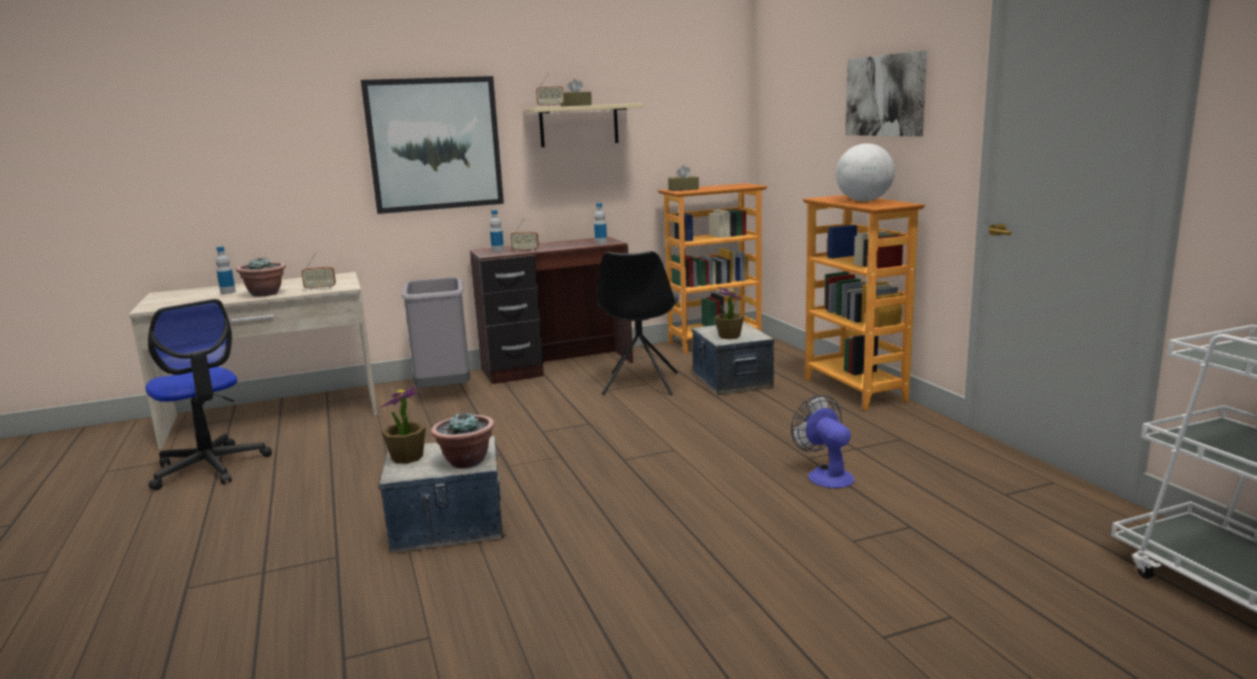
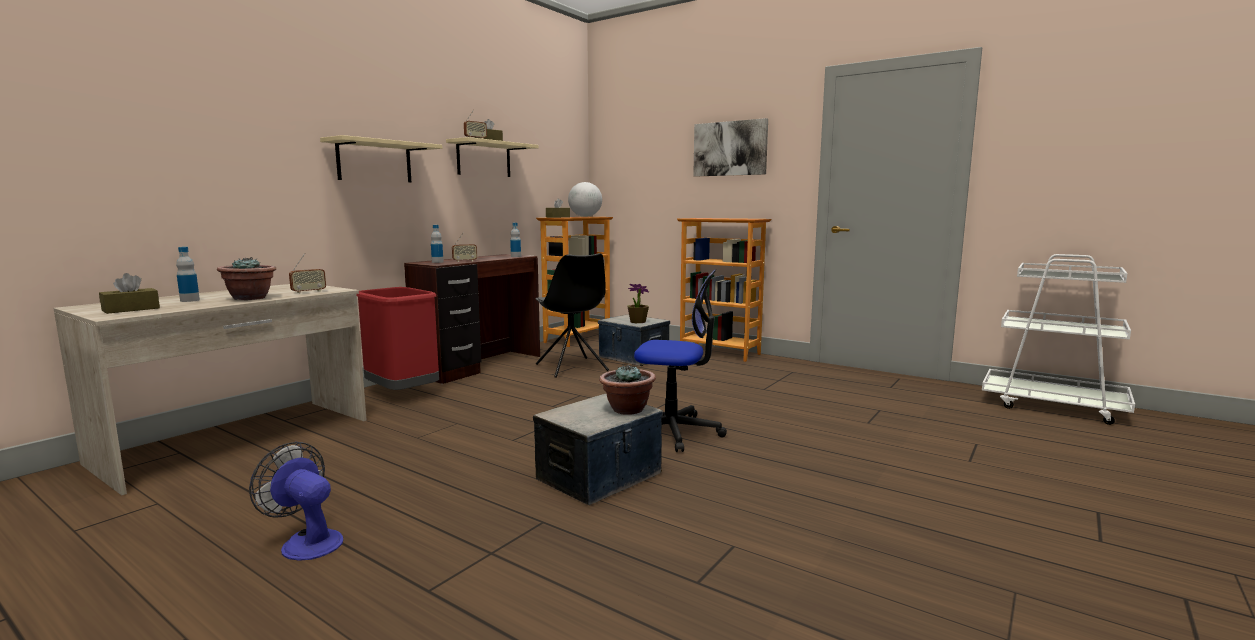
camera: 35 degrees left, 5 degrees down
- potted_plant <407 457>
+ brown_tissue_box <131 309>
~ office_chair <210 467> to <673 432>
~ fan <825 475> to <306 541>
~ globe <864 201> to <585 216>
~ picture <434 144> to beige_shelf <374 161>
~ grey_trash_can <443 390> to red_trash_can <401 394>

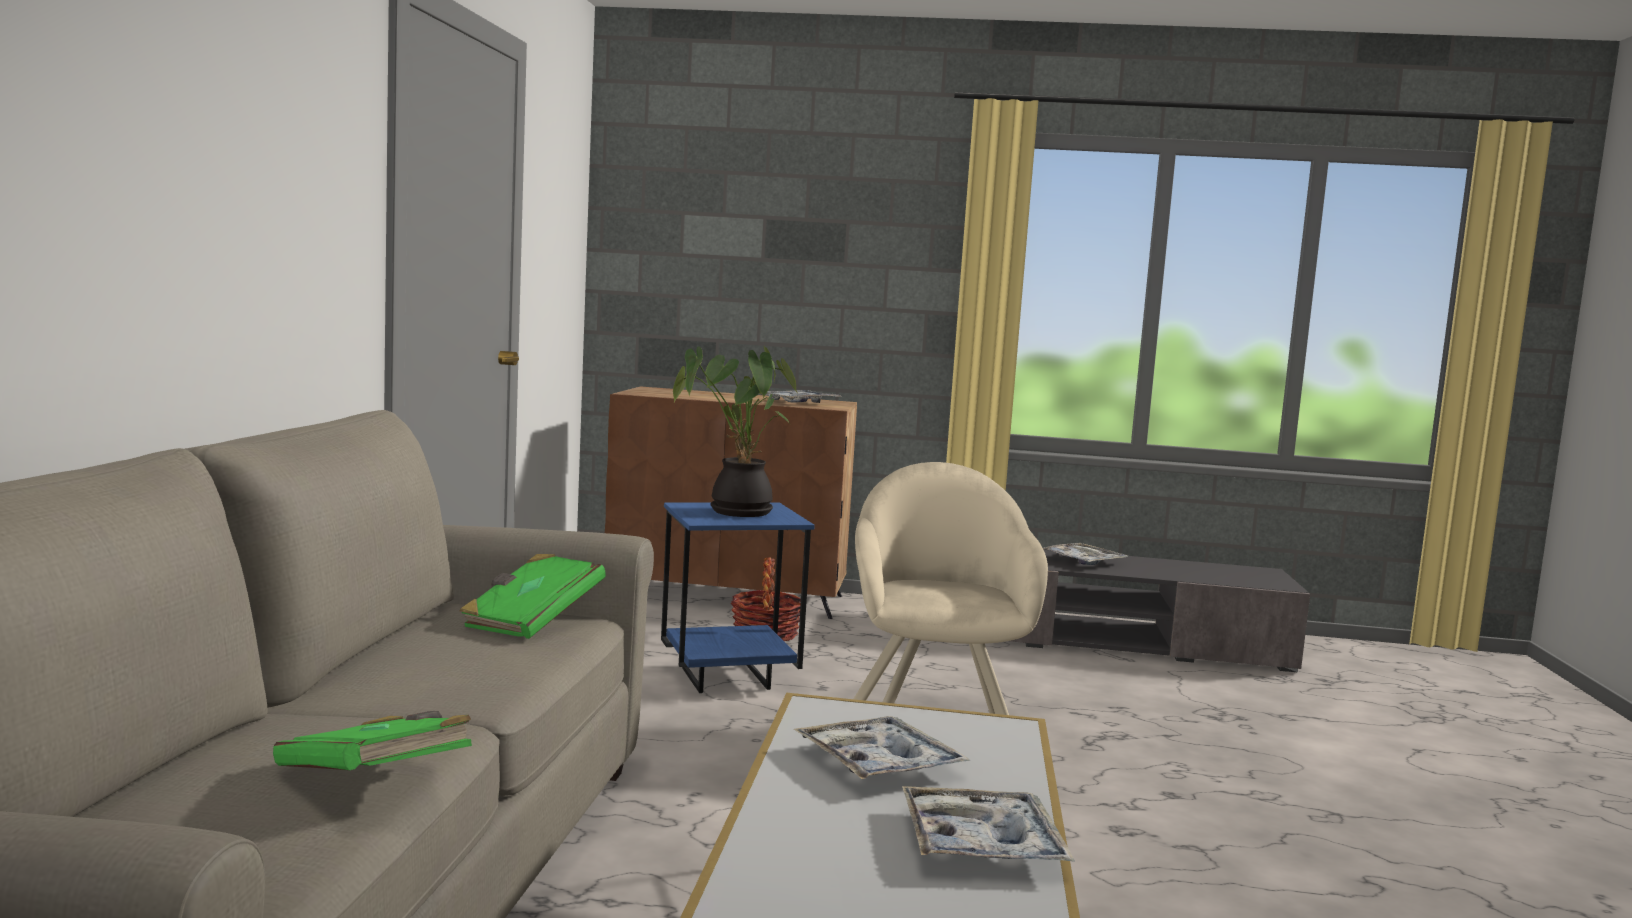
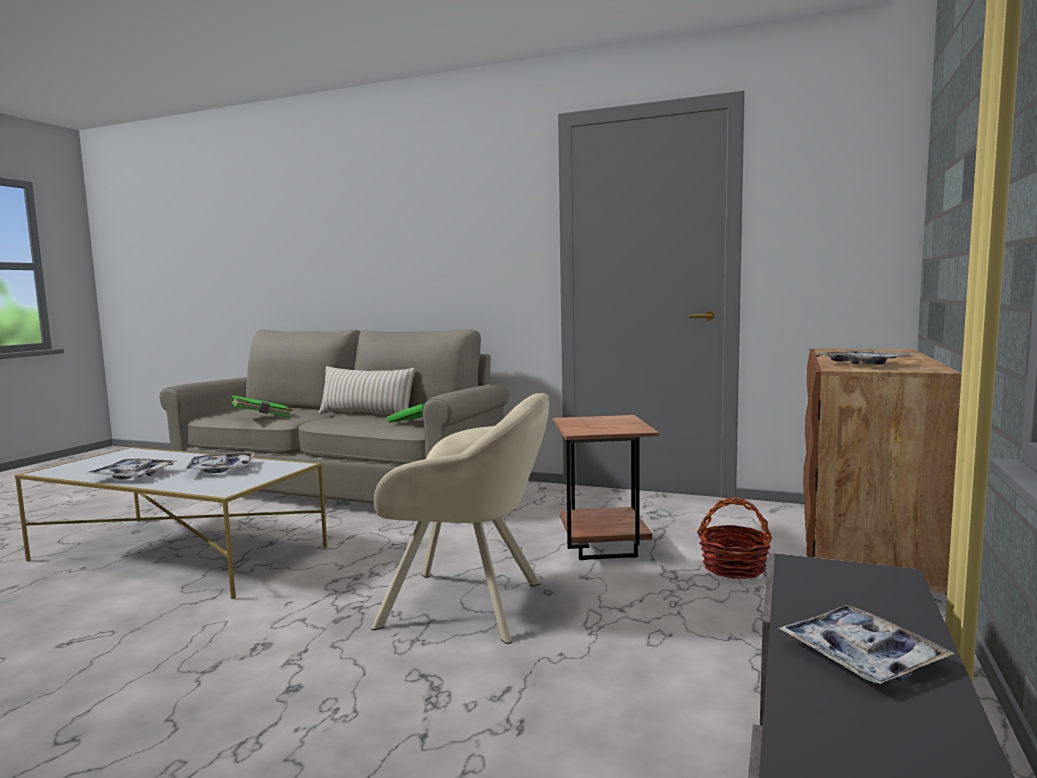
camera: 105 degrees right, 0 degrees up
- potted_plant <735 511>
+ beige_pillow <366 414>
~ blue_side_table <727 679> to brown_side_table <601 549>

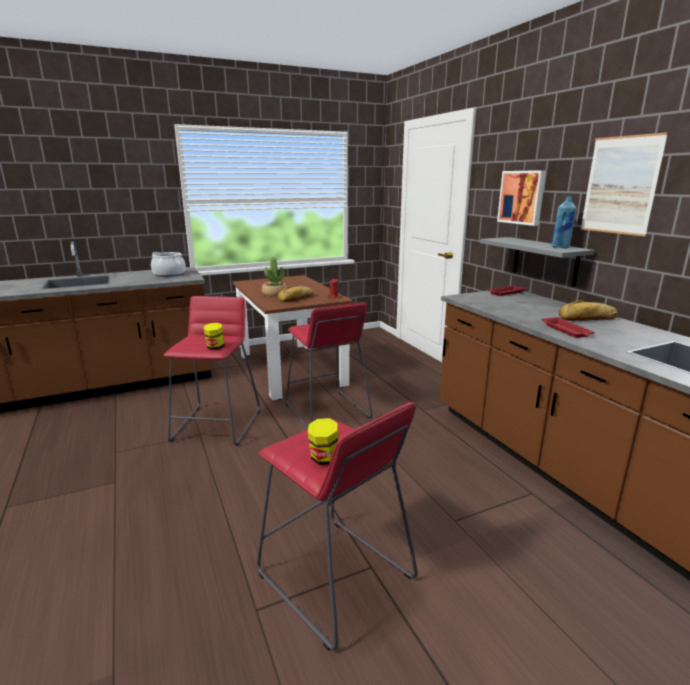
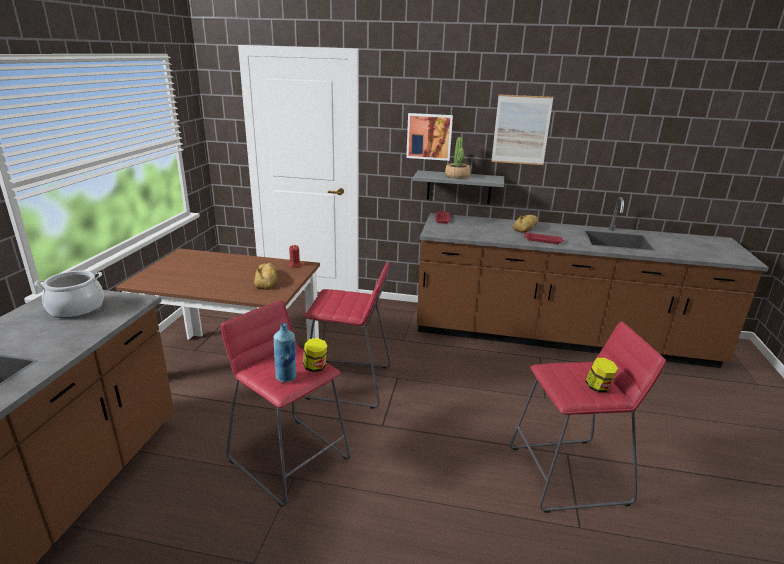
camera: 55 degrees left, 5 degrees up
~ potted_plant <274 294> to <457 176>
~ blue_bottle <560 247> to <286 377>

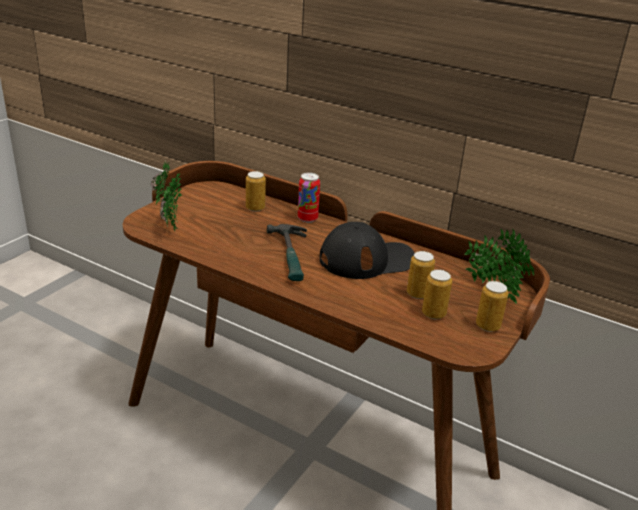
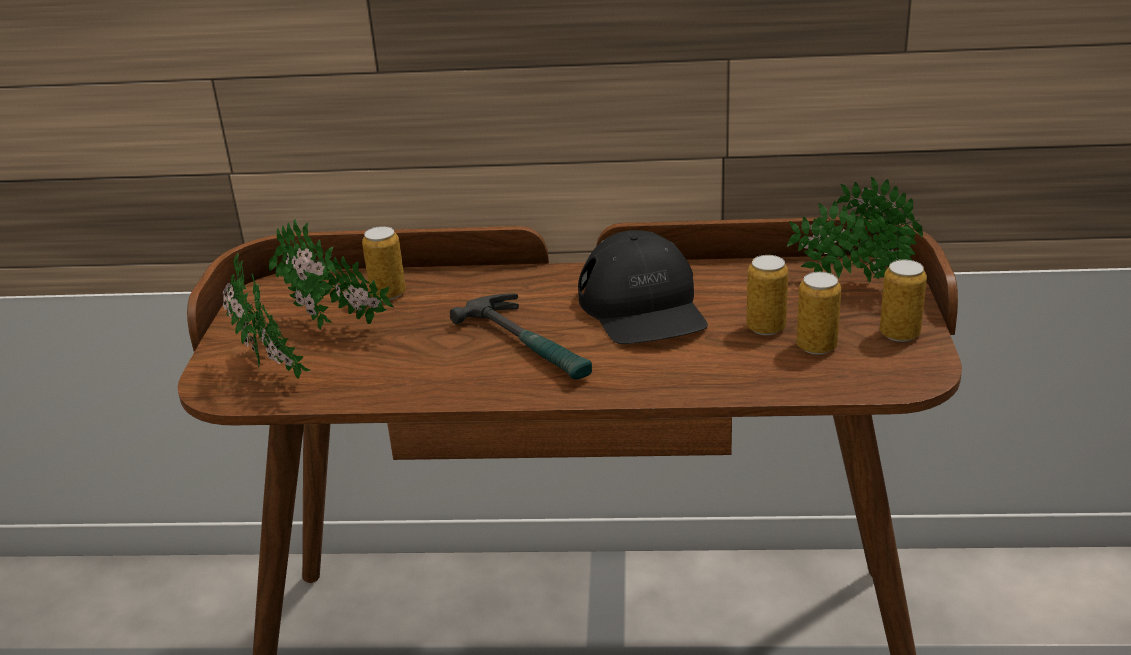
camera: 25 degrees left, 0 degrees up
- can <307 219>
+ potted_plant <337 329>
~ black_cap <366 259> = <643 307> 120 degrees clockwise

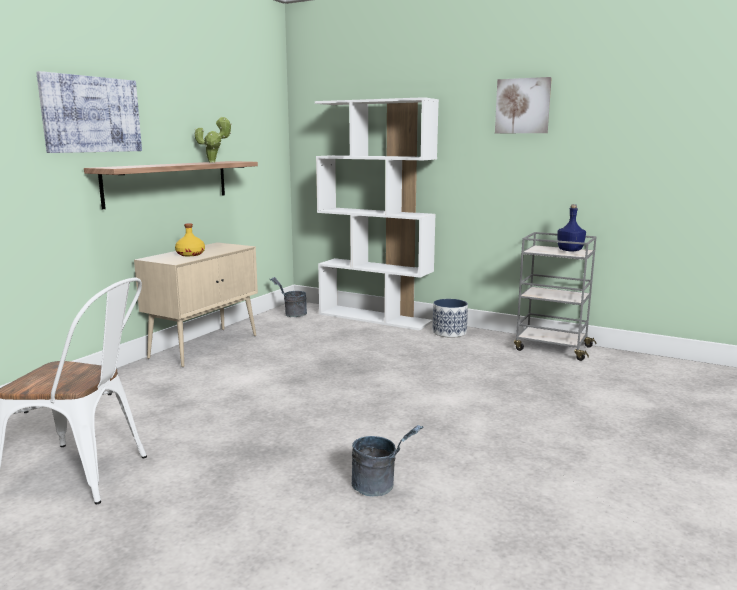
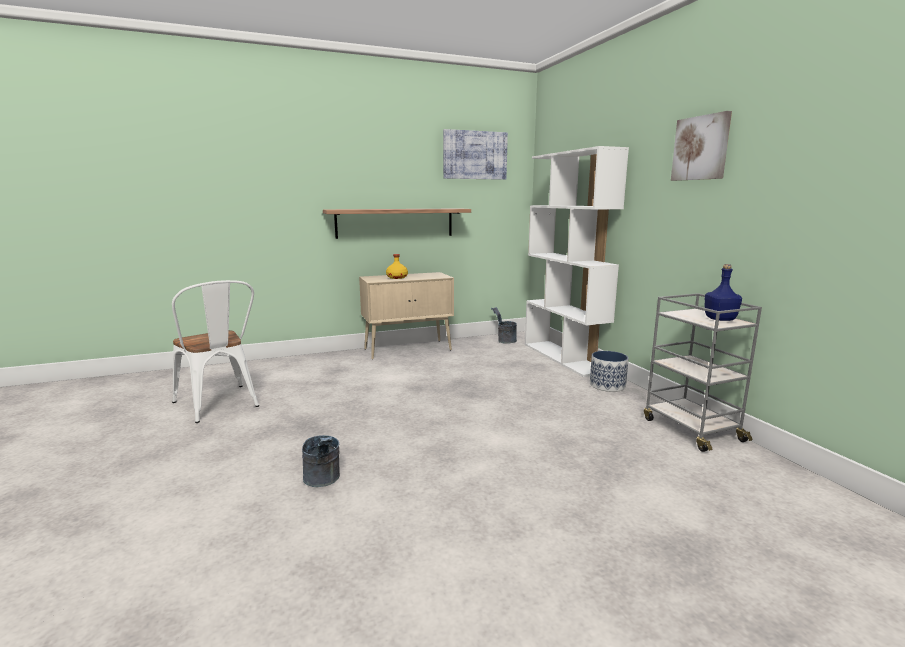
camera: 40 degrees right, 0 degrees up
- potted_plant <214 162>
~ picture <91 114> to <475 155>

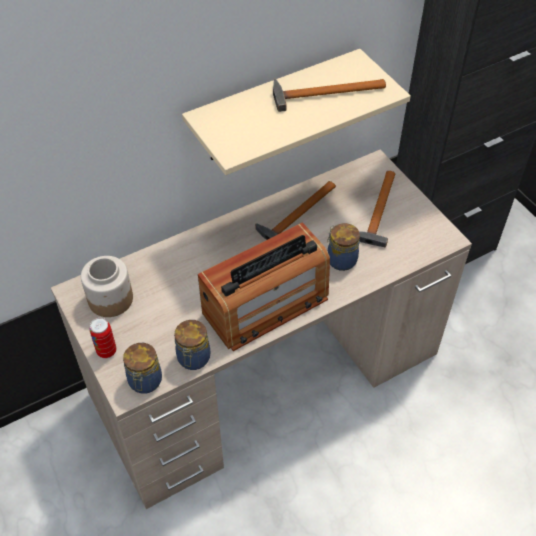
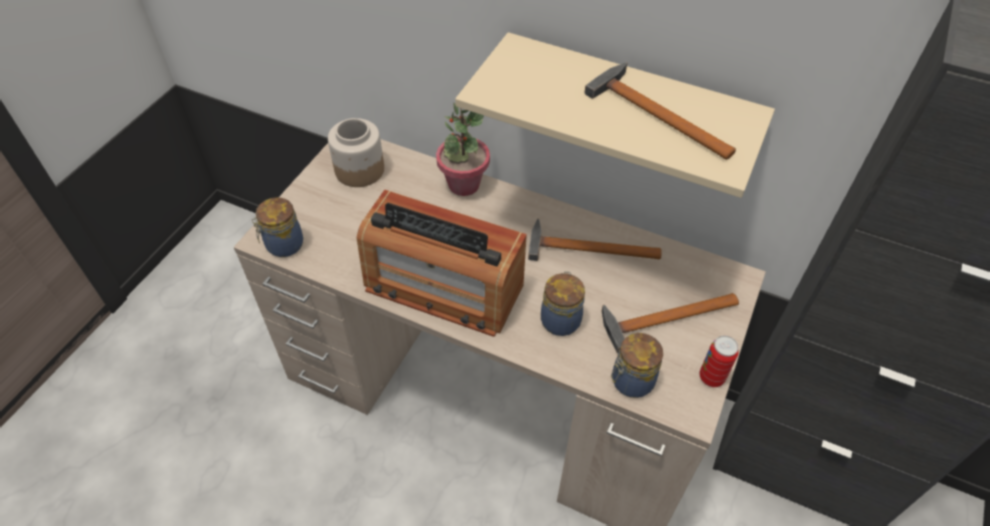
camera: 55 degrees right, 0 degrees up
+ potted_plant <463 184>
~ can <106 351> to <711 377>
~ jar <193 359> to <630 382>

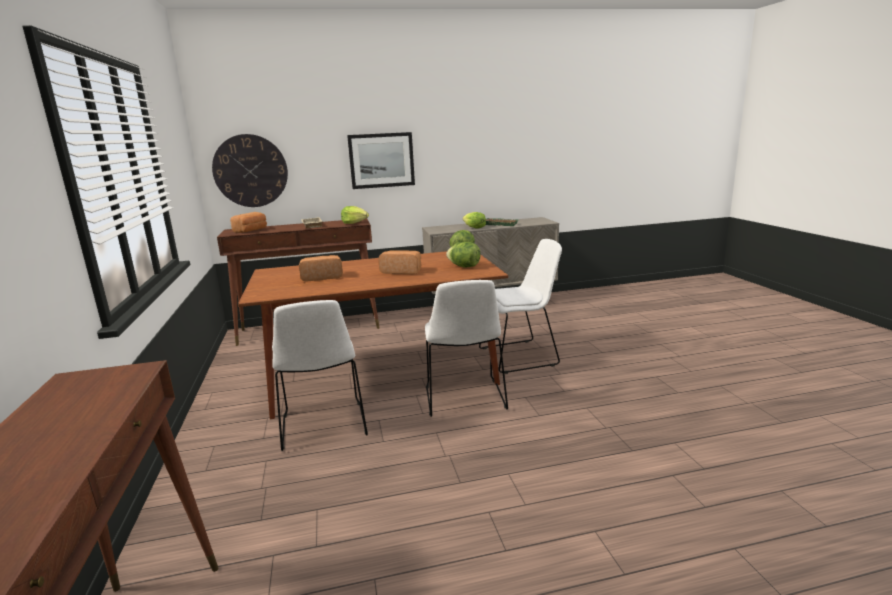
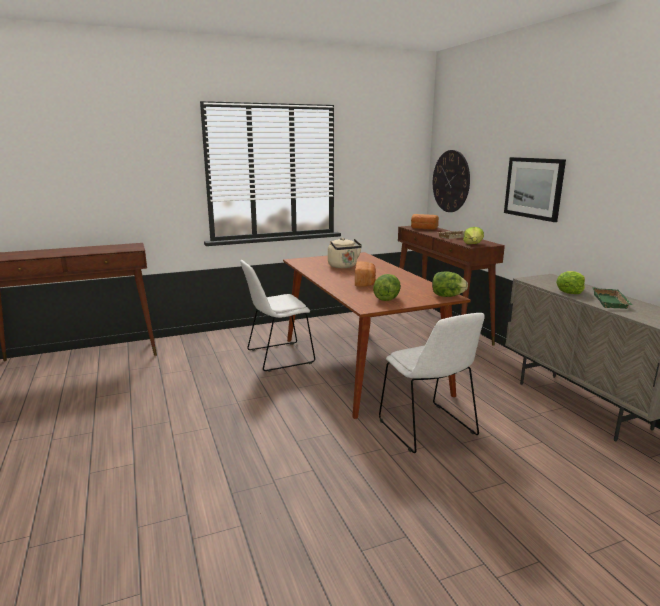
camera: 80 degrees right, 0 degrees up
- white_chair <465 399>
~ bread <322 277> to beige_kettle <343 266>

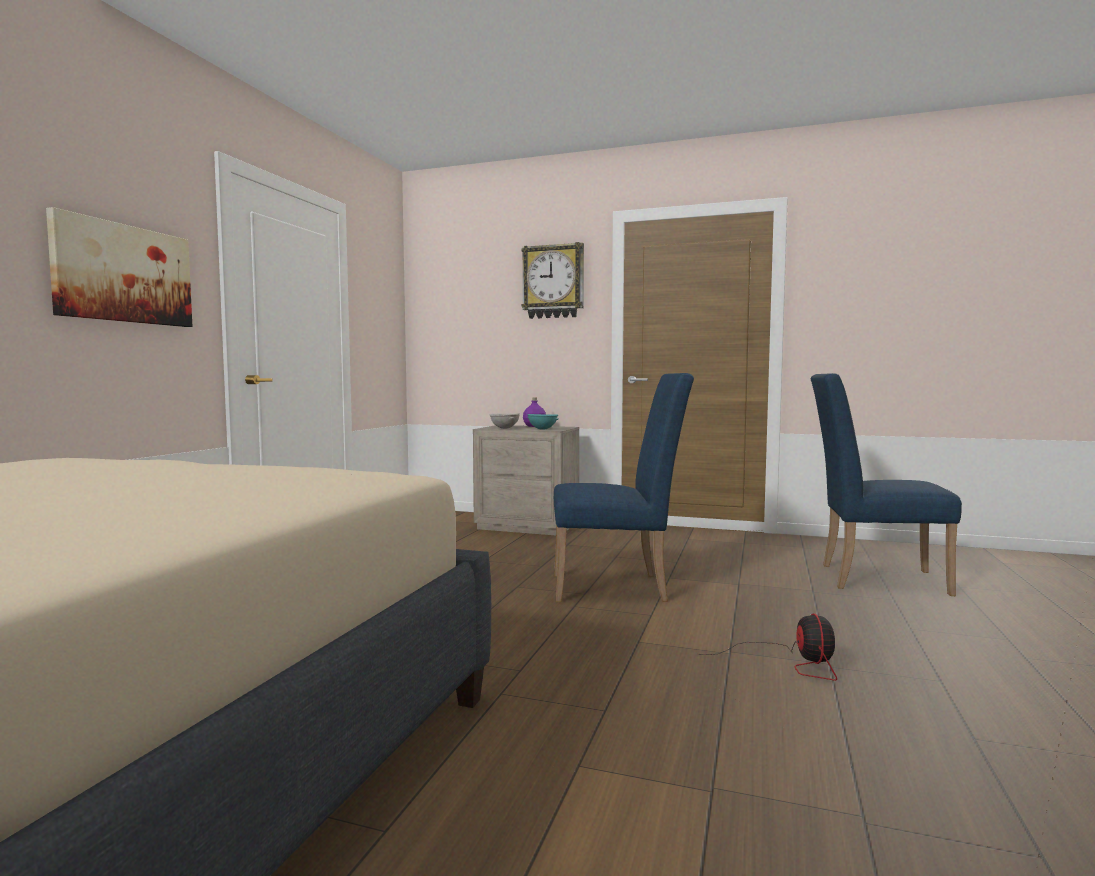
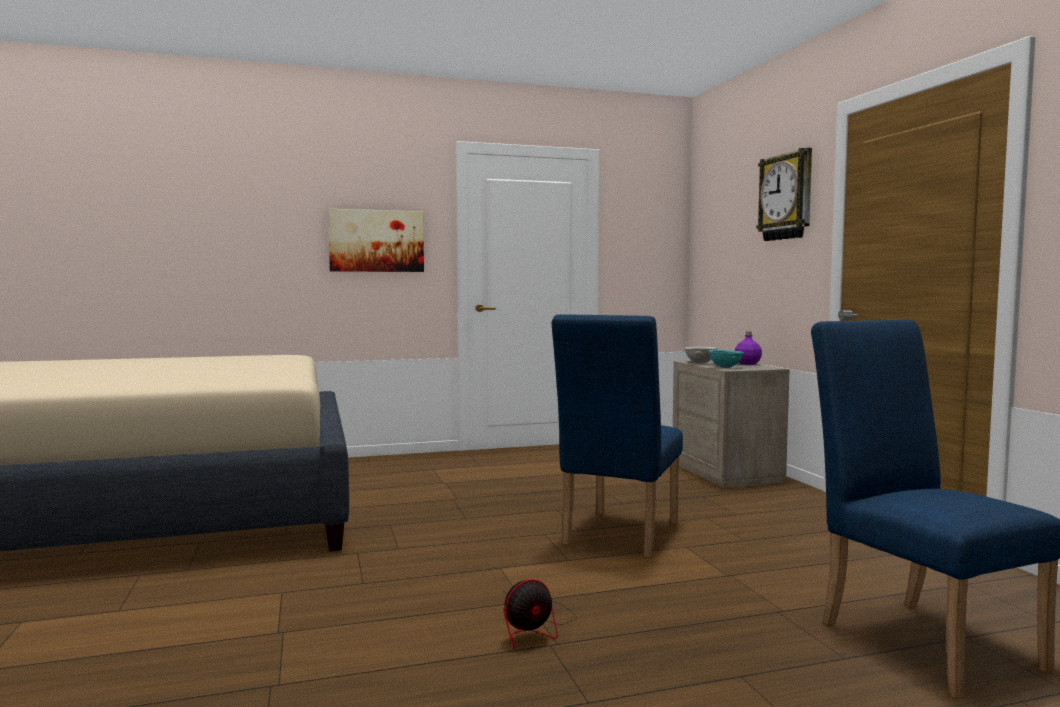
camera: 55 degrees right, 0 degrees up
~ blue_chair <618 587> = <617 536> 60 degrees clockwise

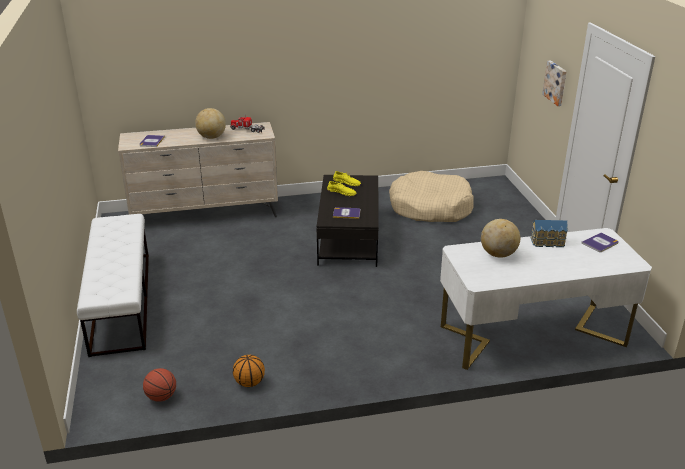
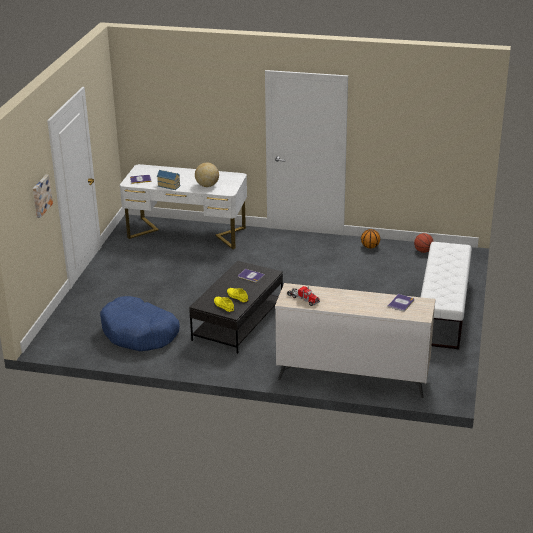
camera: 155 degrees left, 0 degrees up
- globe <211 137>
~ beige_dog_bed <430 207> to blue_dog_bed <140 333>

